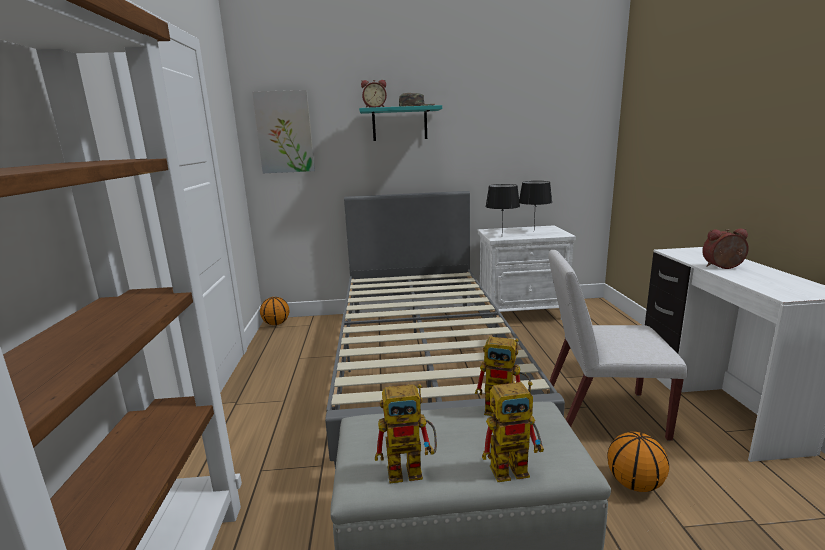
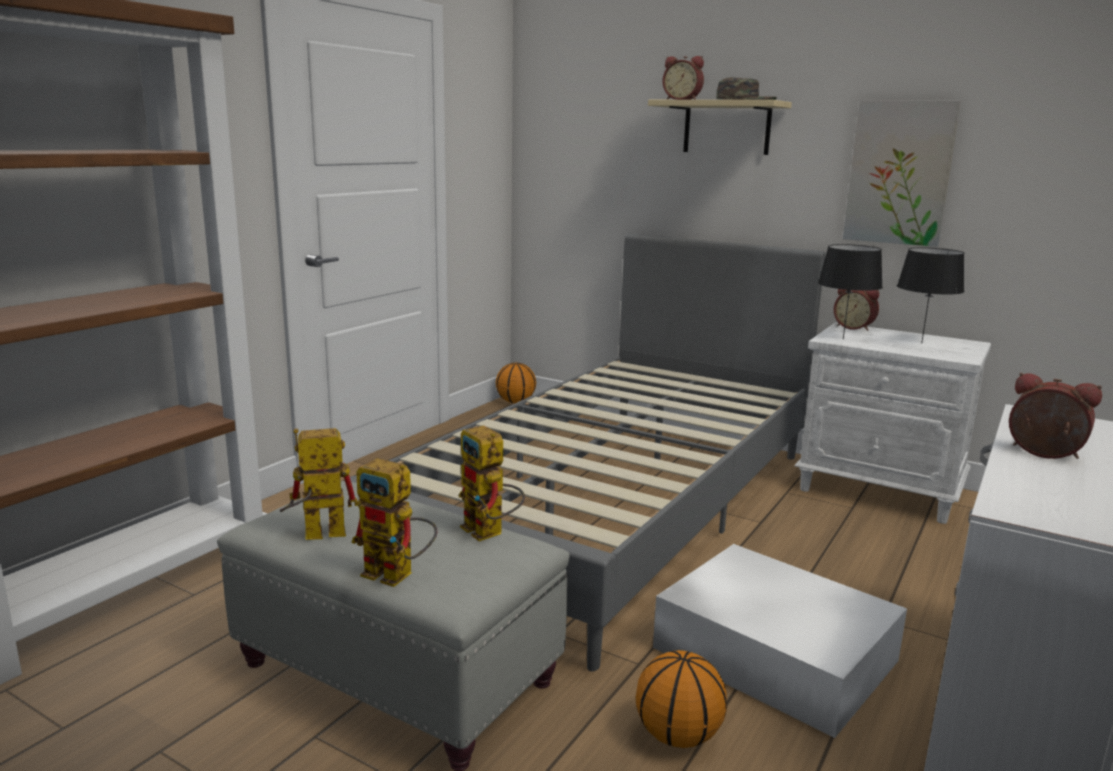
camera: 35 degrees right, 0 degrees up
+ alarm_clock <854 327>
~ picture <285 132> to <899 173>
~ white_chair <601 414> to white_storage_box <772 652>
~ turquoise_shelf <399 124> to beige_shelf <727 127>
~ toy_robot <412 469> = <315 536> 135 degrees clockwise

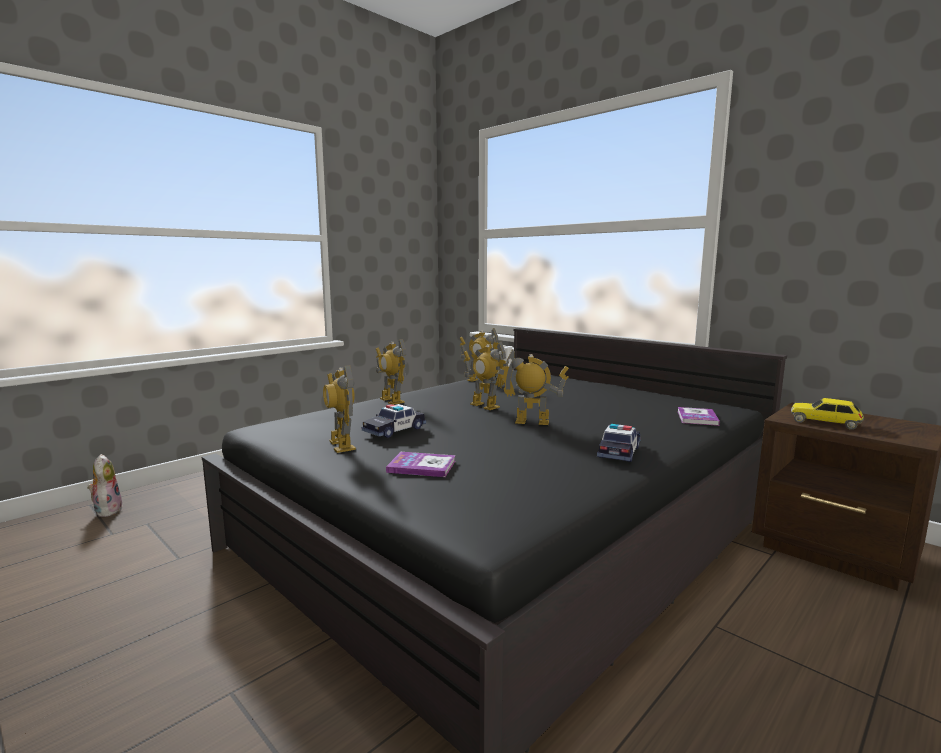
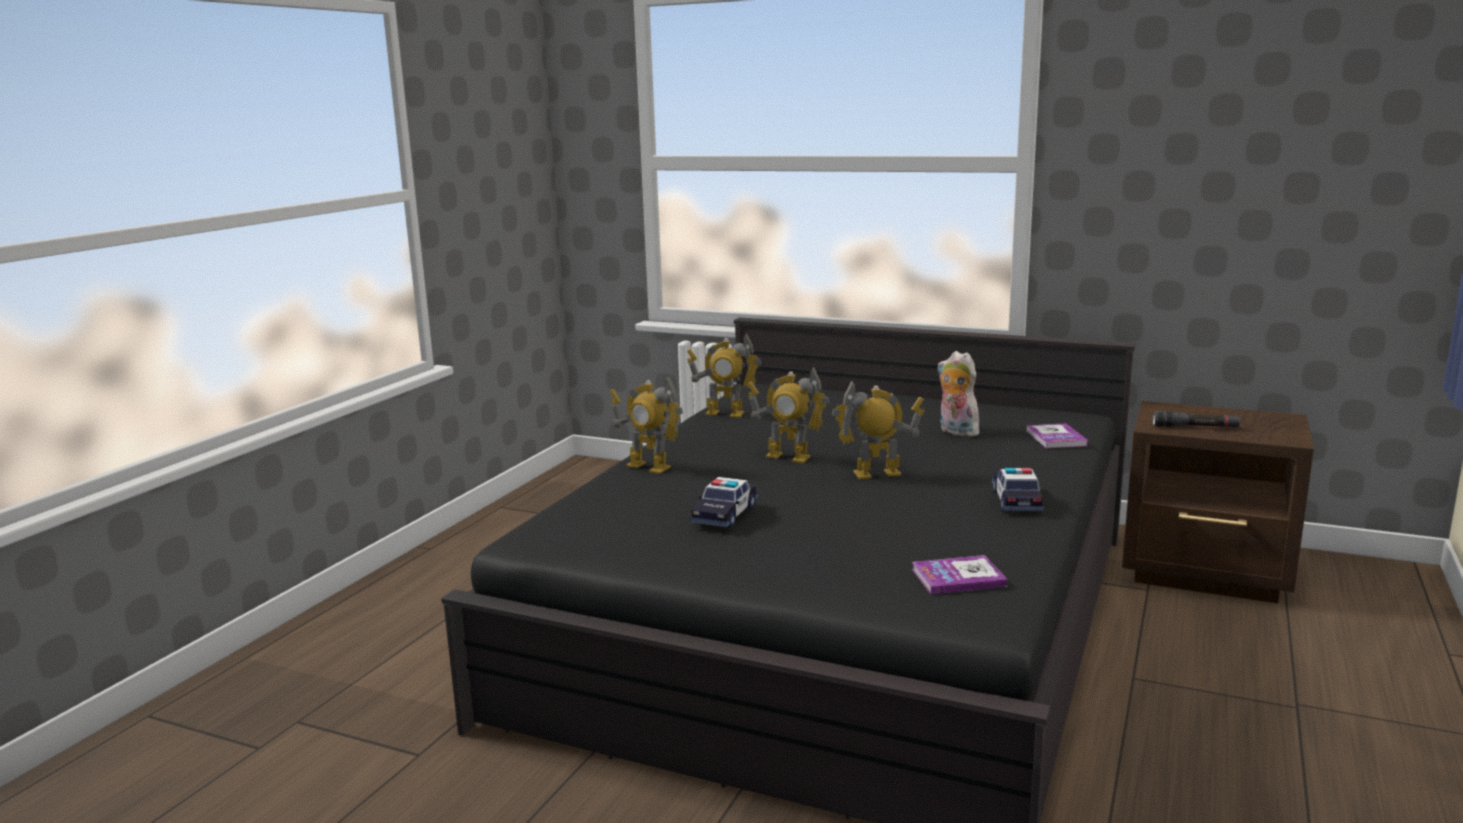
camera: 20 degrees left, 5 degrees up
- toy_robot <341 445>
~ plush_toy <107 510> to <955 432>
~ book <421 466> to <958 577>
~ toy_car <825 423> to black_flashlight <1195 427>

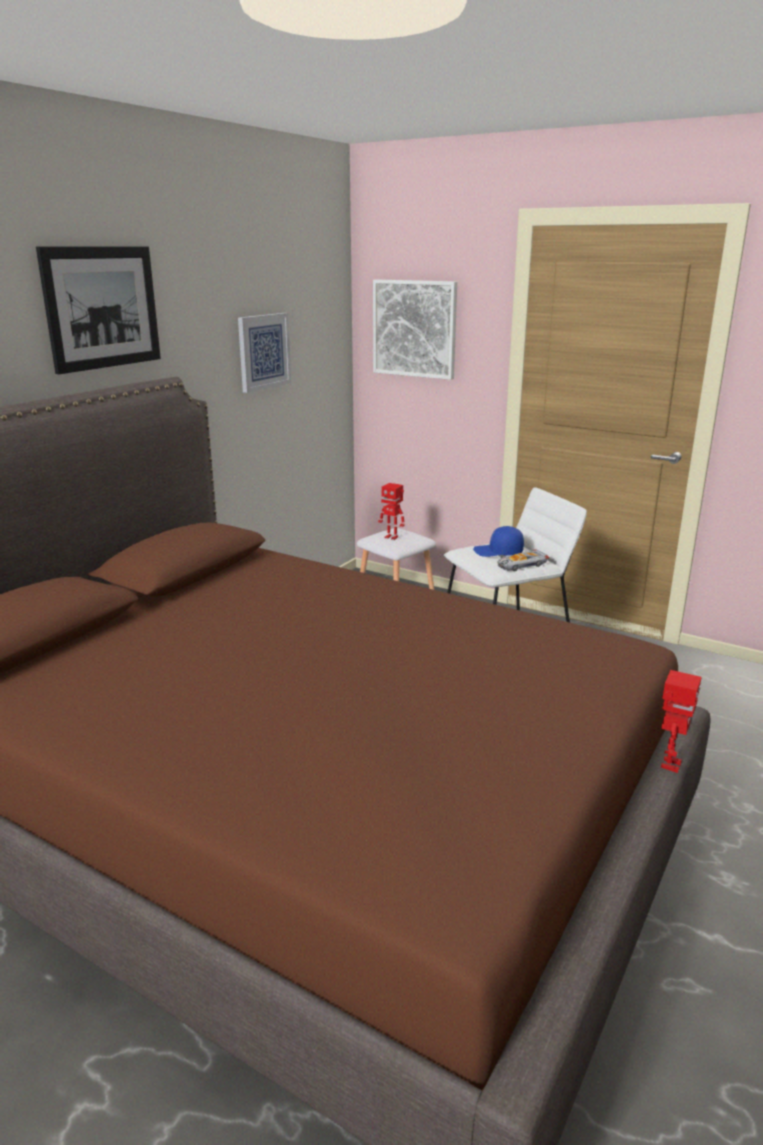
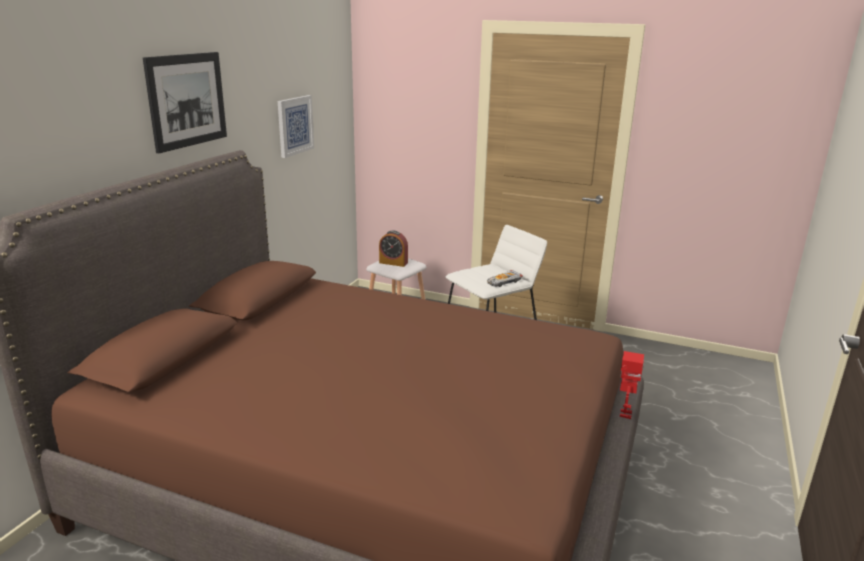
camera: 10 degrees left, 0 degrees up
- picture <415 328>
- blue_cap <498 552>
~ toy_robot <392 537> to alarm_clock <393 263>

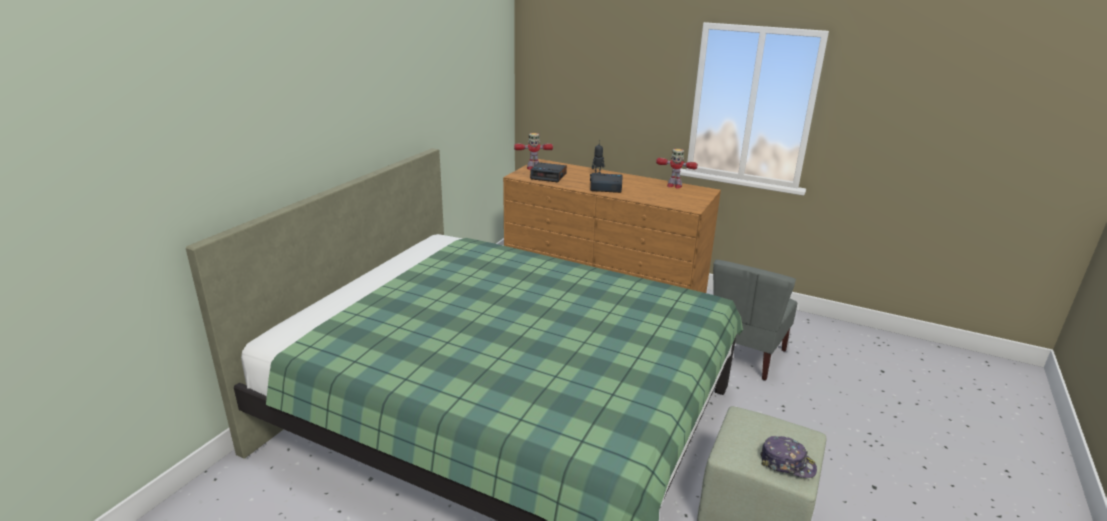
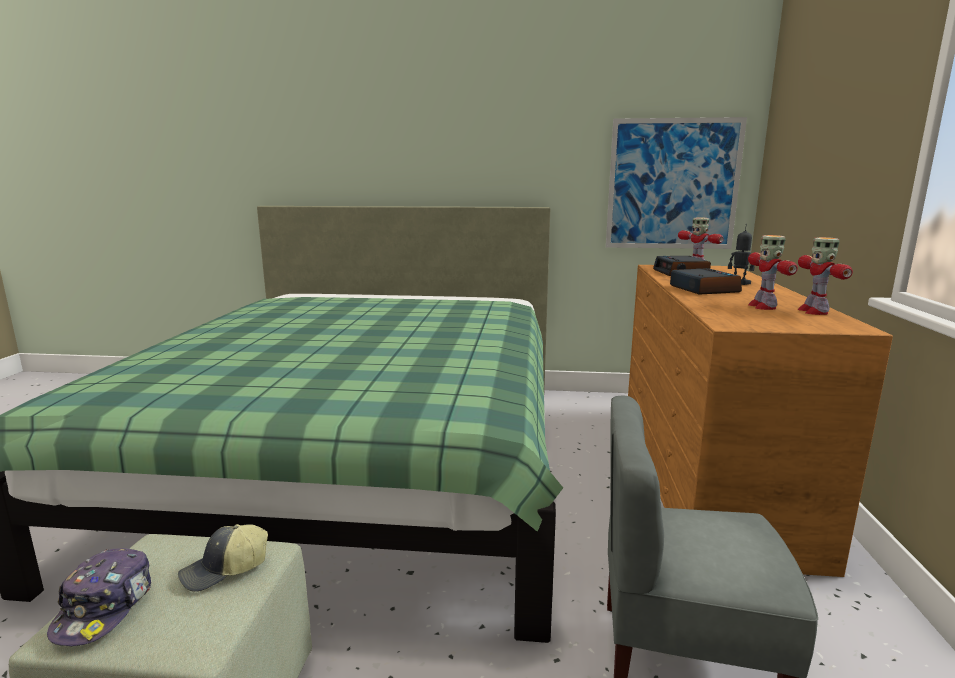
camera: 70 degrees right, 10 degrees down
+ cap <225 570>
+ picture <673 184>
+ toy_robot <762 306>

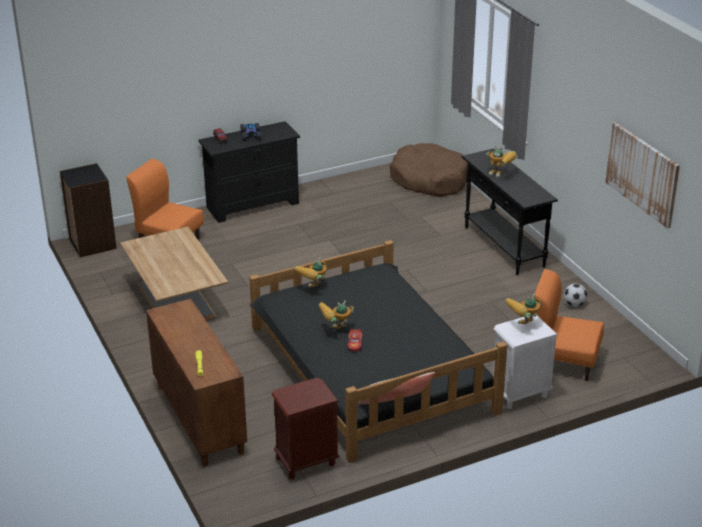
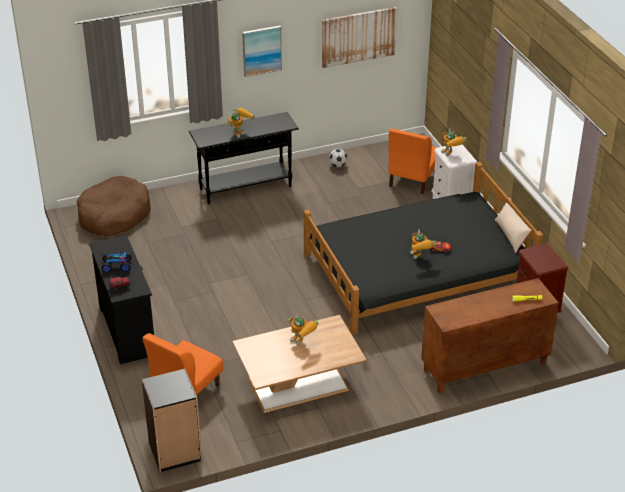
camera: 85 degrees left, 5 degrees up
+ picture <261 50>
~ toy_robot <314 289> to <303 341>

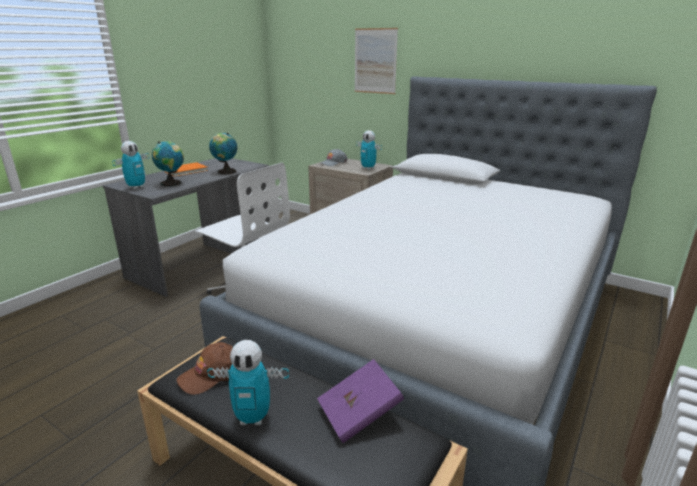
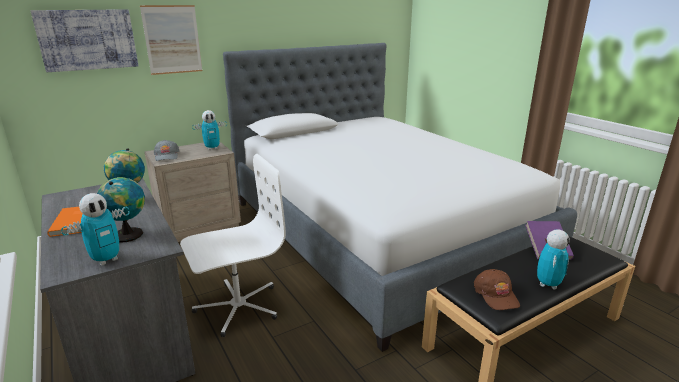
camera: 65 degrees left, 0 degrees up
+ picture <88 40>
~ toy_robot <136 187> = <106 259> 75 degrees clockwise

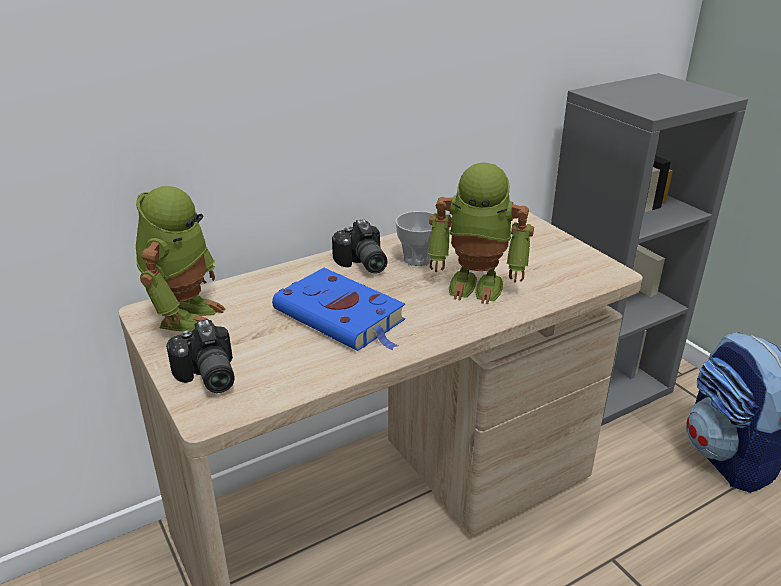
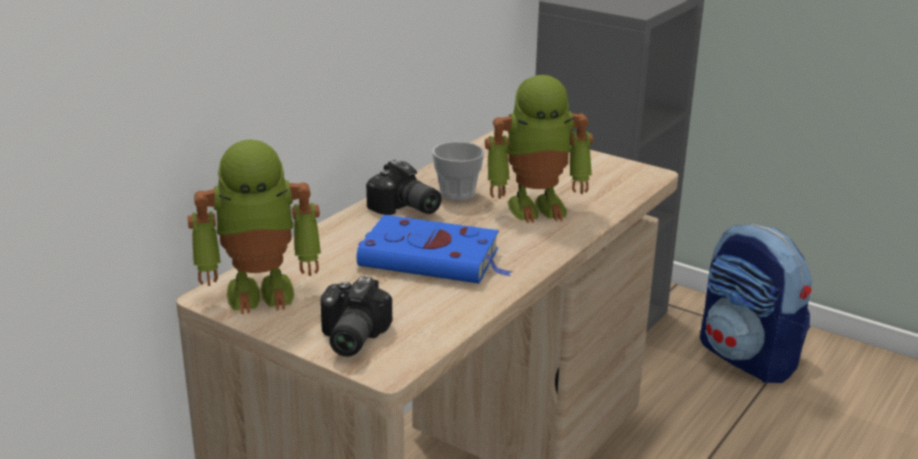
camera: 25 degrees left, 5 degrees down
~ toy_robot <185 314> = <261 290> 90 degrees clockwise
~ photo_camera <206 377> = <348 338> 60 degrees clockwise

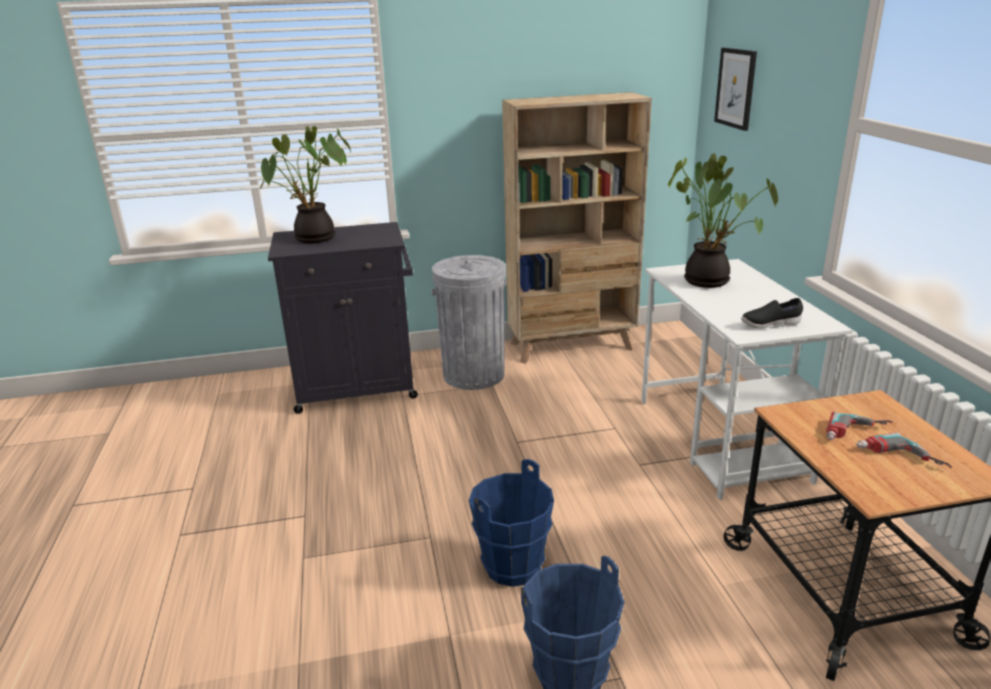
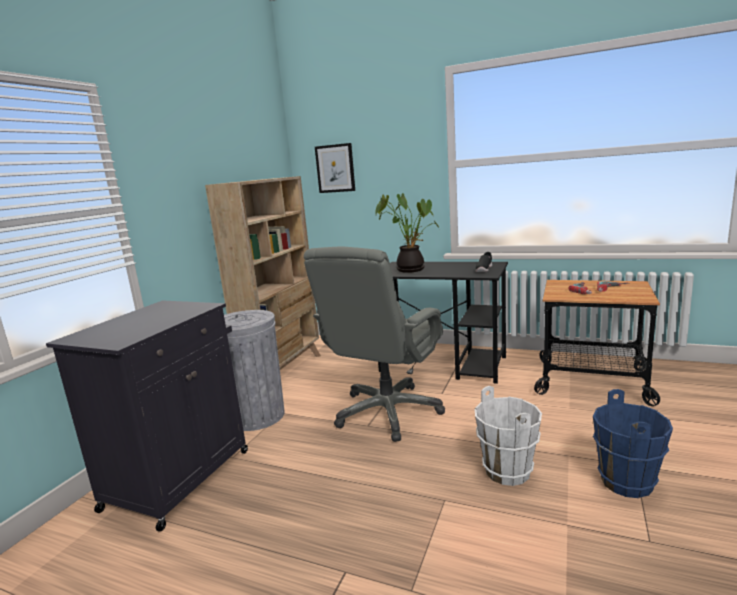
camera: 55 degrees left, 10 degrees down
- potted_plant <314 239>
+ grey_office_chair <387 412>
~ blue_bucket <513 566> to white_bucket <508 471>
~ white_desk <721 439> to black_desk <444 364>

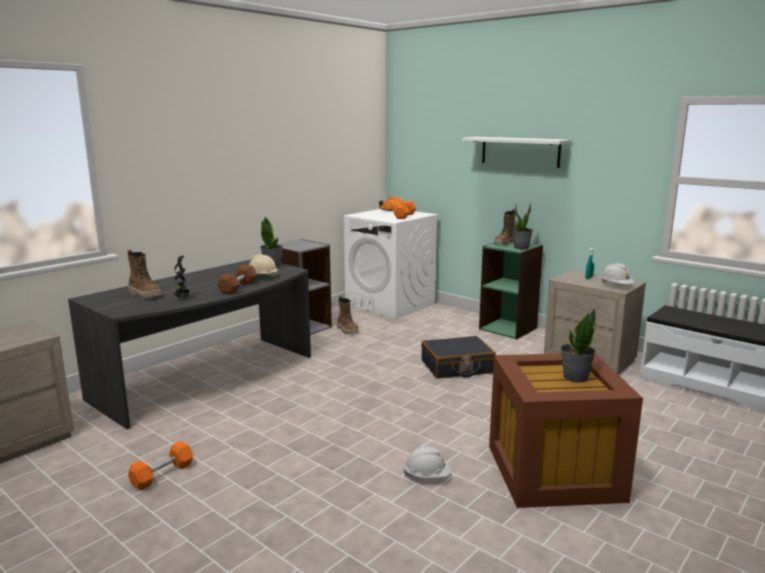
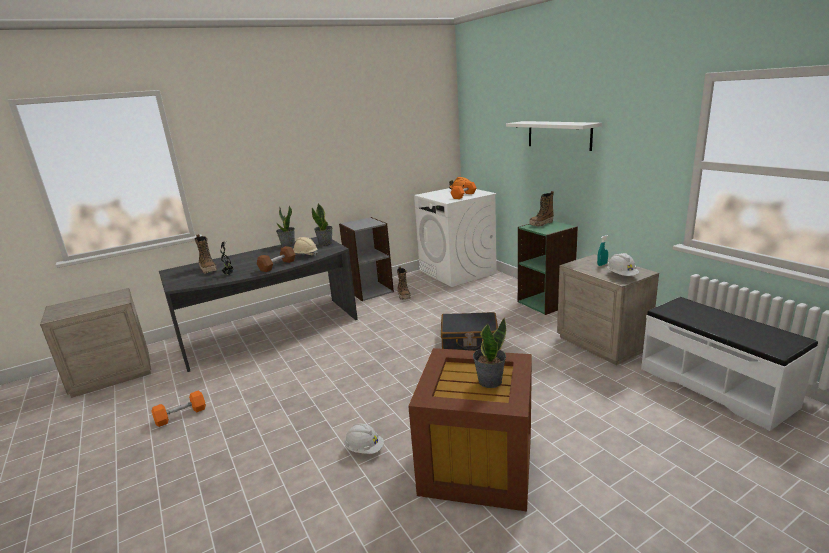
camera: 20 degrees right, 5 degrees up
~ potted_plant <521 247> to <288 245>

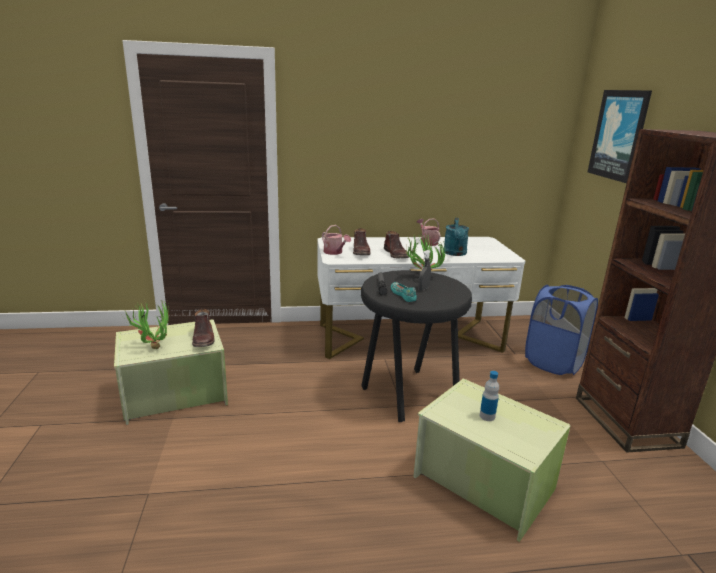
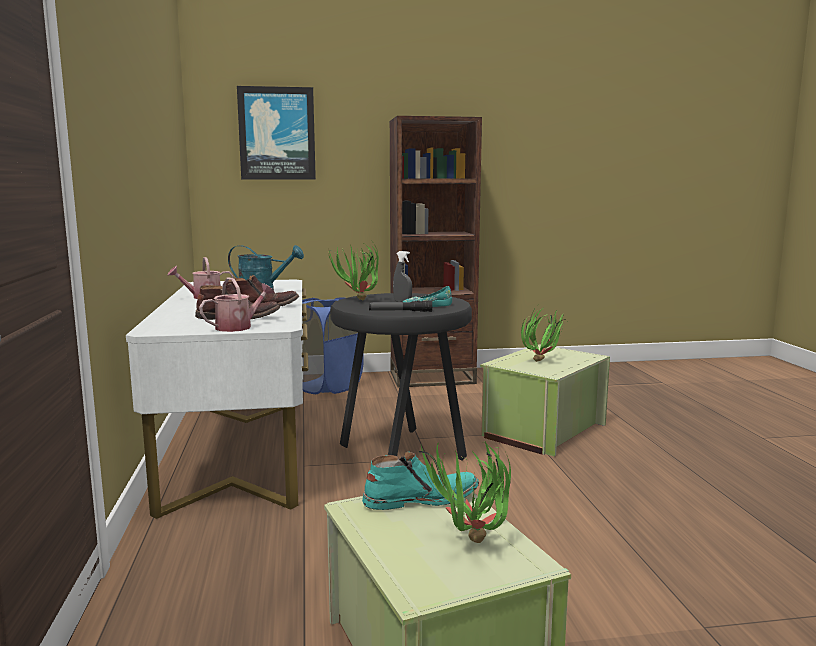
camera: 90 degrees left, 10 degrees down
~ bottle <487 416> to potted_plant <544 361>
~ brown_boot <204 338> to turquoise_boot <420 499>

